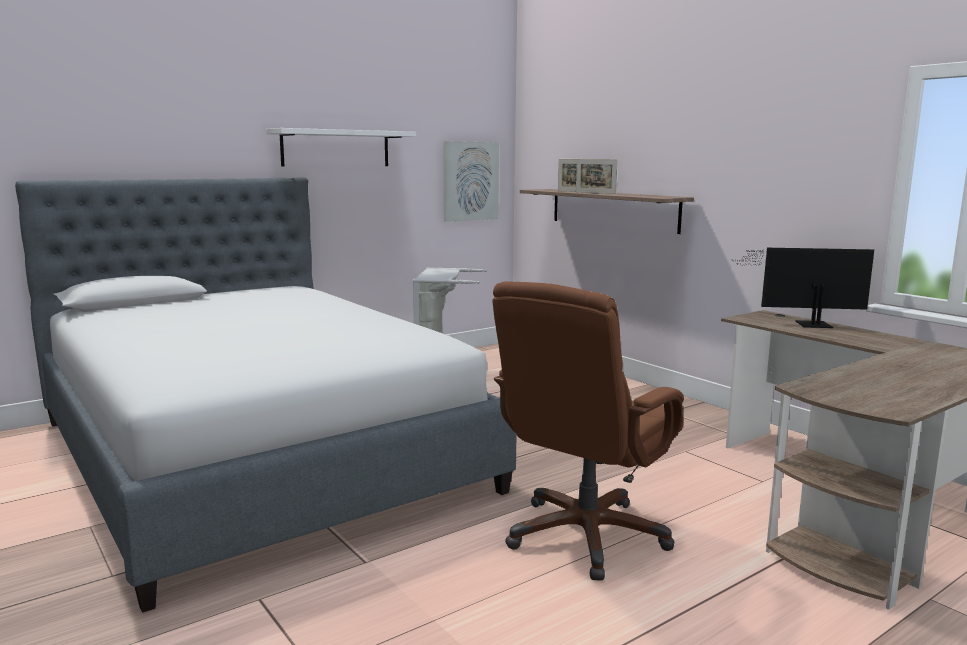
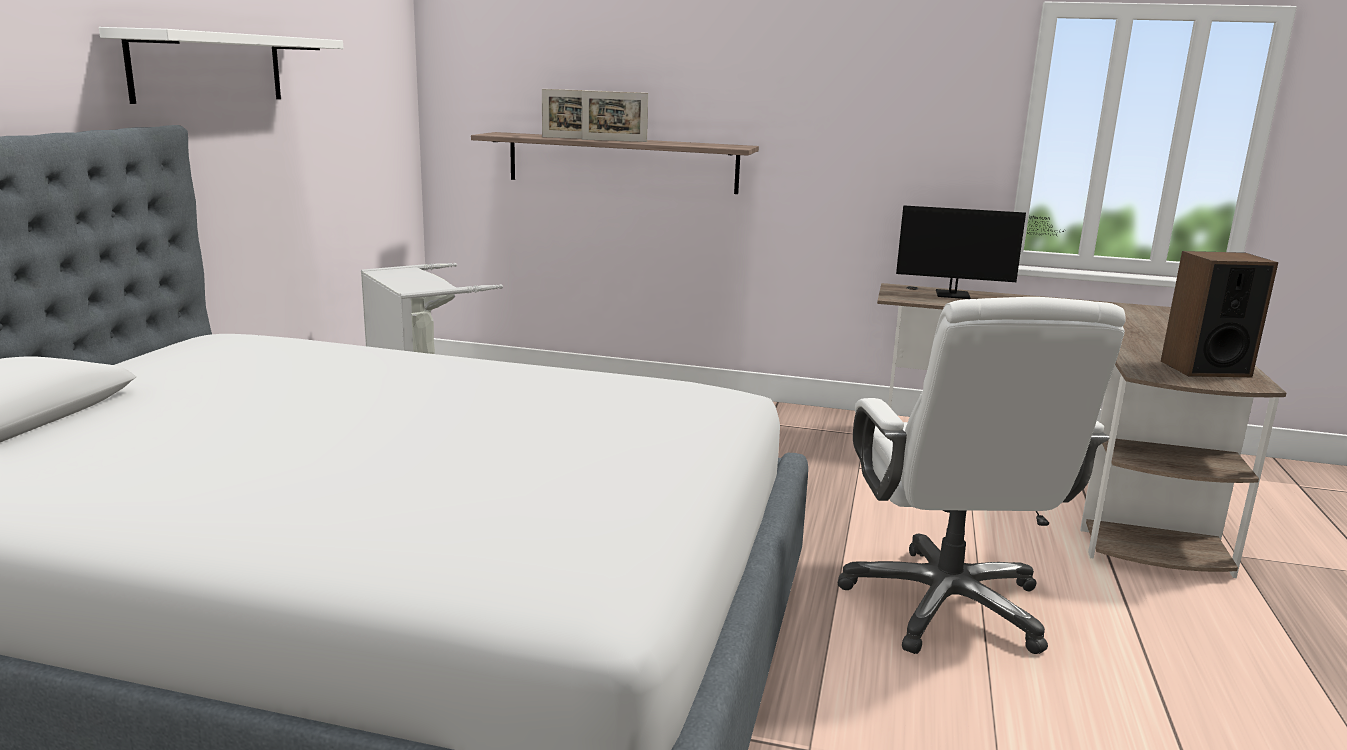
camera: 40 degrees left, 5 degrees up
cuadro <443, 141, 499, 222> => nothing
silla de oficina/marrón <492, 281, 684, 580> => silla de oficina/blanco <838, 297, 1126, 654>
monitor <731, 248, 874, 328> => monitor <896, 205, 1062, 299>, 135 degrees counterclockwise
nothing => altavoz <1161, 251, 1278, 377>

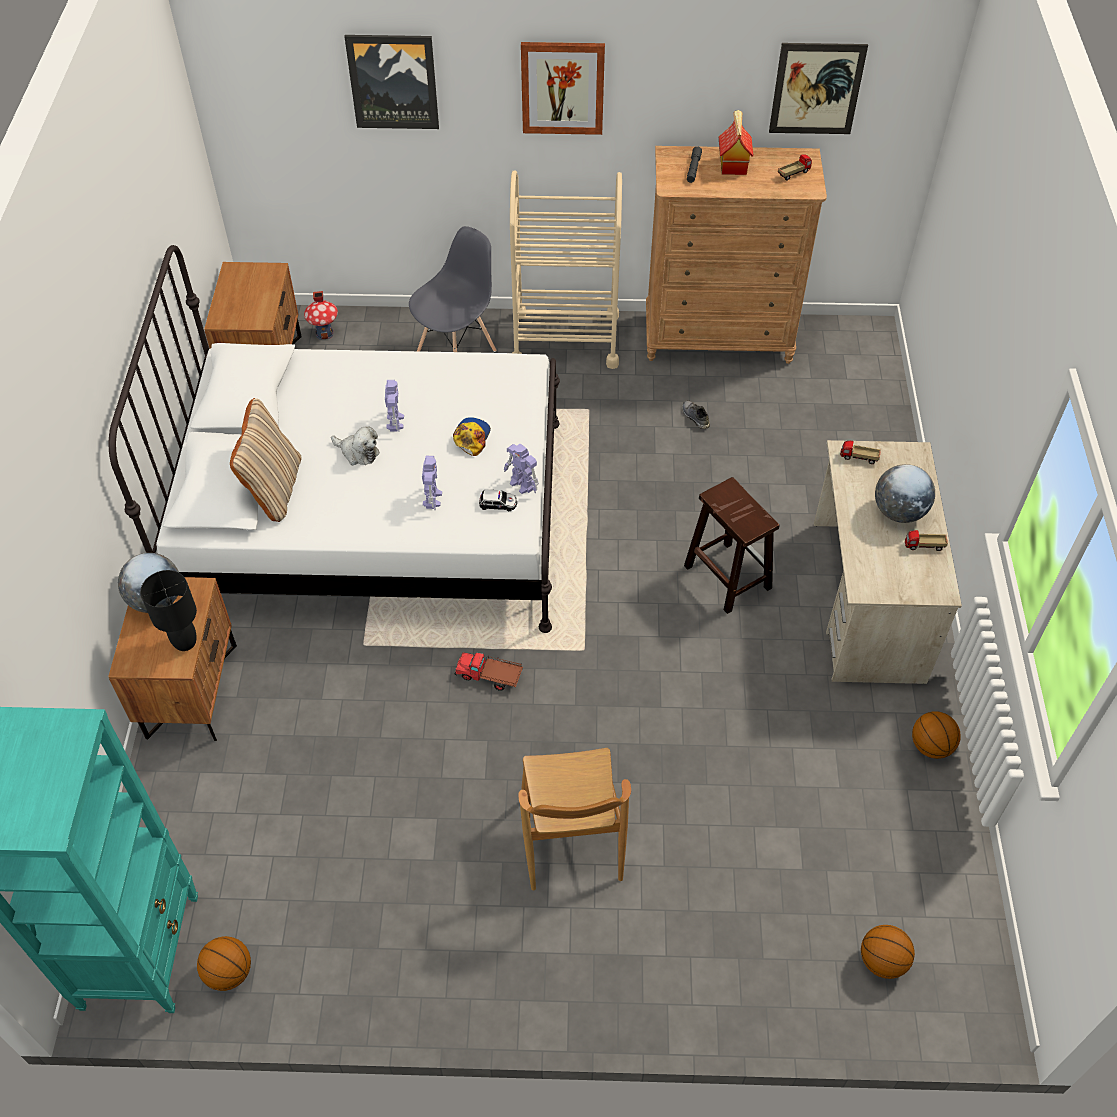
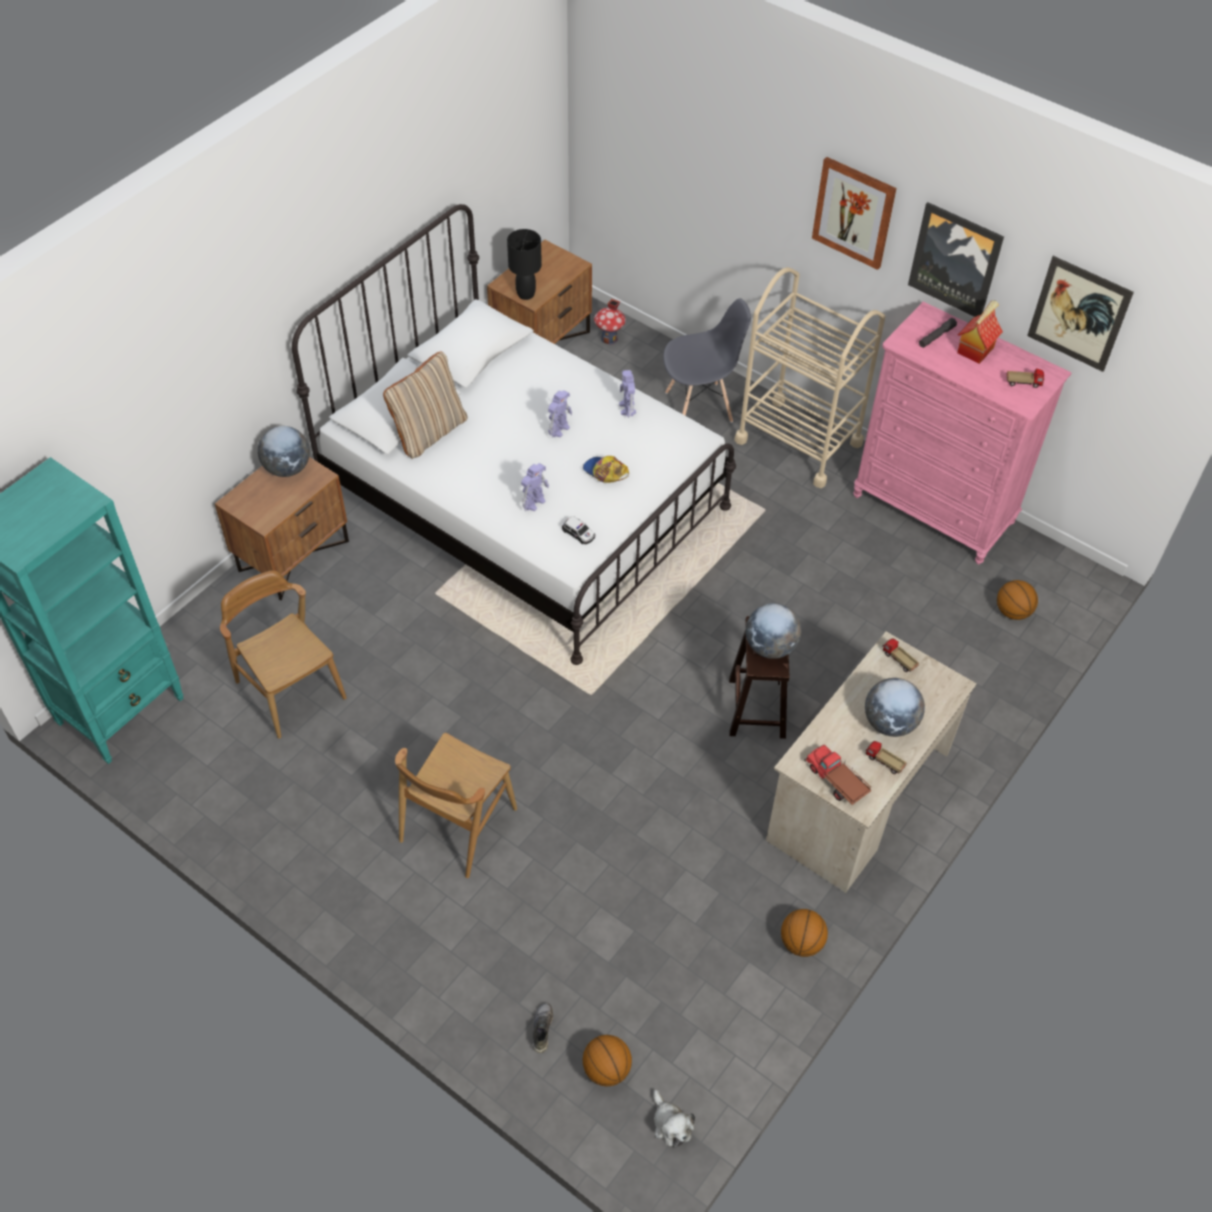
camera: 35 degrees right, 0 degrees up
lámpara de mesa/negro <140, 570, 197, 651> => lámpara de mesa/negro <507, 229, 542, 300>, relocated
balón de baloncesto <197, 936, 251, 991> => balón de baloncesto <997, 580, 1038, 620>, relocated
peluche <331, 426, 380, 465> => peluche <653, 1089, 695, 1148>, relocated
cuadro <344, 35, 439, 129> => cuadro <908, 202, 1004, 317>, relocated
gorra <453, 417, 491, 456> => gorra <583, 456, 629, 483>, 105 degrees counterclockwise
camión de juguete <454, 652, 523, 691> => camión de juguete <804, 745, 871, 805>, relocated
robot de juguete <504, 444, 539, 494> => robot de juguete <619, 370, 636, 418>, relocated
cómoda/marrón <646, 146, 827, 364> => cómoda/rosa <853, 302, 1071, 564>
zapato/gris <682, 400, 710, 429> => zapato/gris <533, 1003, 553, 1053>, relocated
nothing => silla/marrón <220, 570, 347, 739>
nothing => globo terráqueo <745, 603, 801, 659>

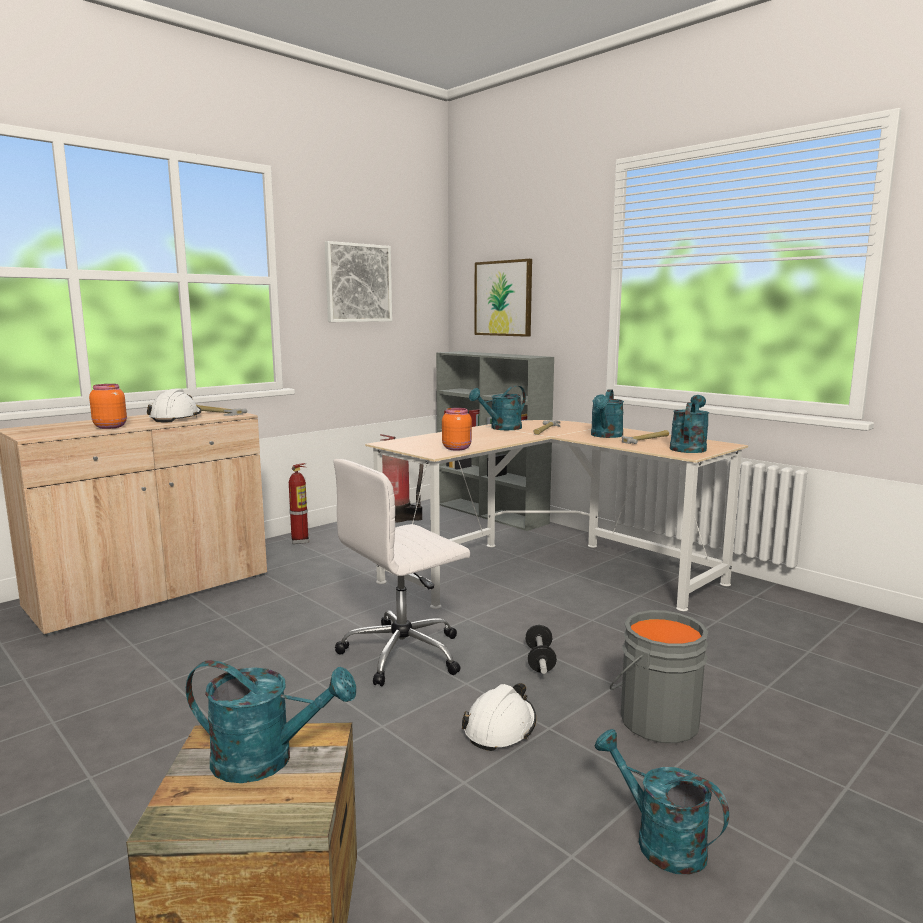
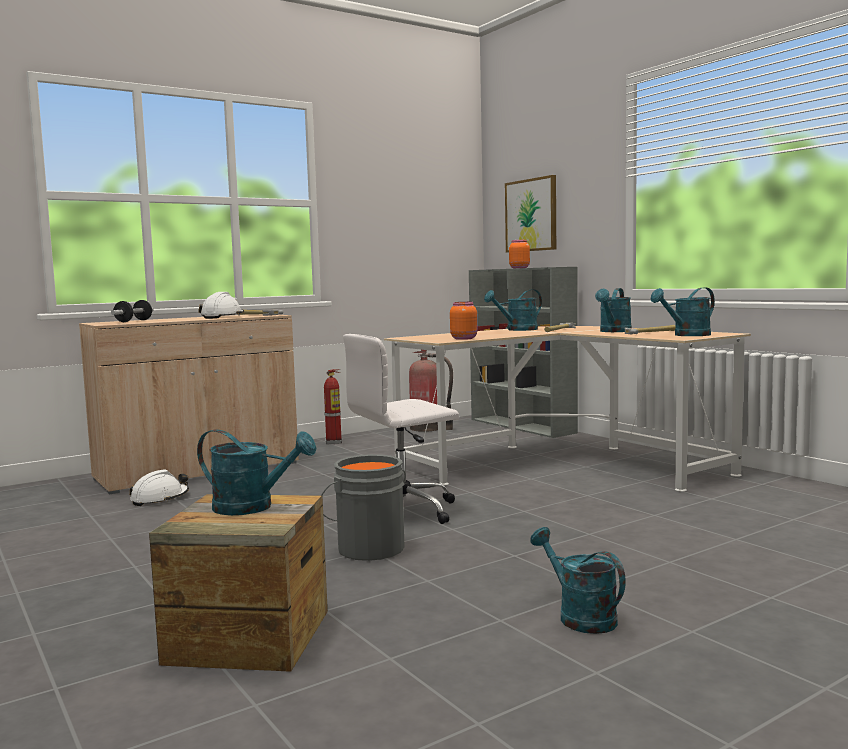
camera: 10 degrees right, 5 degrees down
tarro/naranja <89, 384, 127, 429> => tarro/naranja <509, 240, 530, 268>, relocated
cuadro <325, 241, 392, 322> => nothing
casco/blanco <462, 683, 536, 751> => casco/blanco <130, 469, 189, 506>, relocated
mancuerna <525, 625, 557, 674> => mancuerna <111, 300, 154, 322>, relocated
cubo/gris <610, 610, 708, 743> => cubo/gris <321, 454, 406, 561>, relocated
regadera/turquesa <670, 395, 710, 453> => regadera/turquesa <651, 288, 715, 336>, 150 degrees counterclockwise

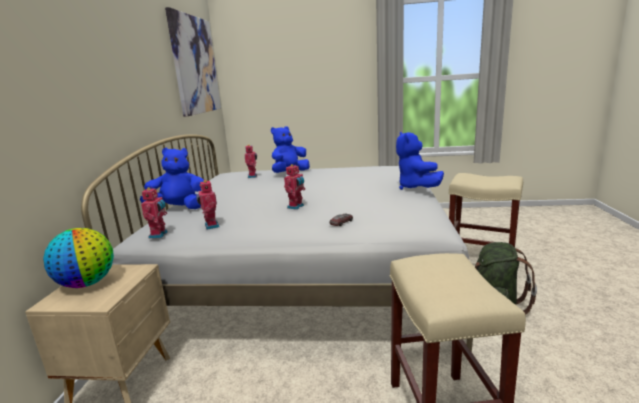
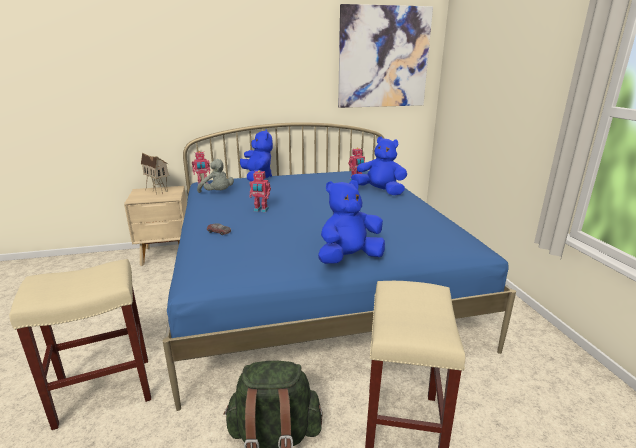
camera: 70 degrees right, 5 degrees up
globo terráqueo <43, 228, 114, 288> => casita <141, 152, 169, 195>
cama/blanco <81, 134, 473, 352> => cama/azul <162, 122, 516, 411>
robot de juguete <196, 179, 220, 230> => peluche/gris <197, 159, 234, 193>

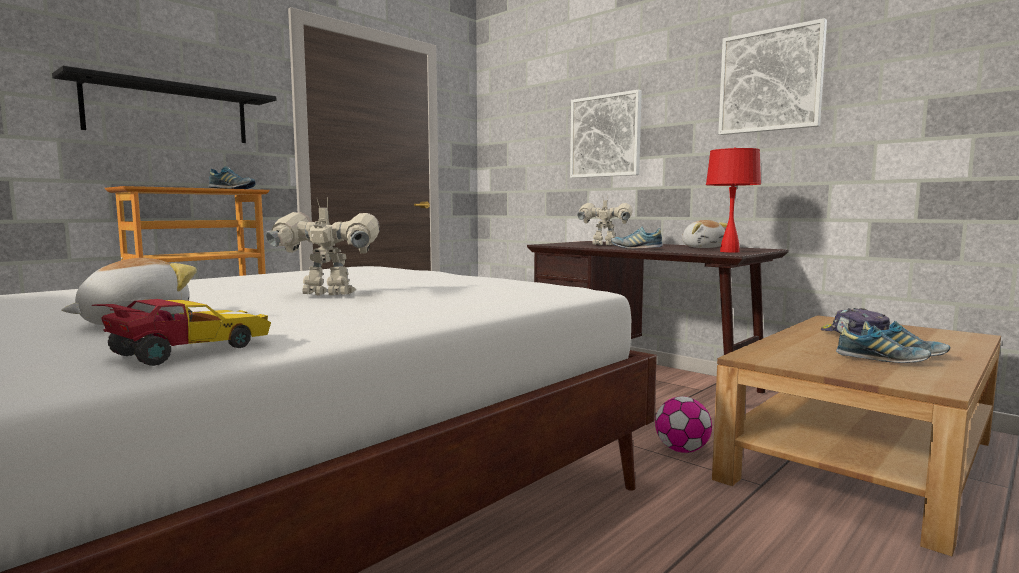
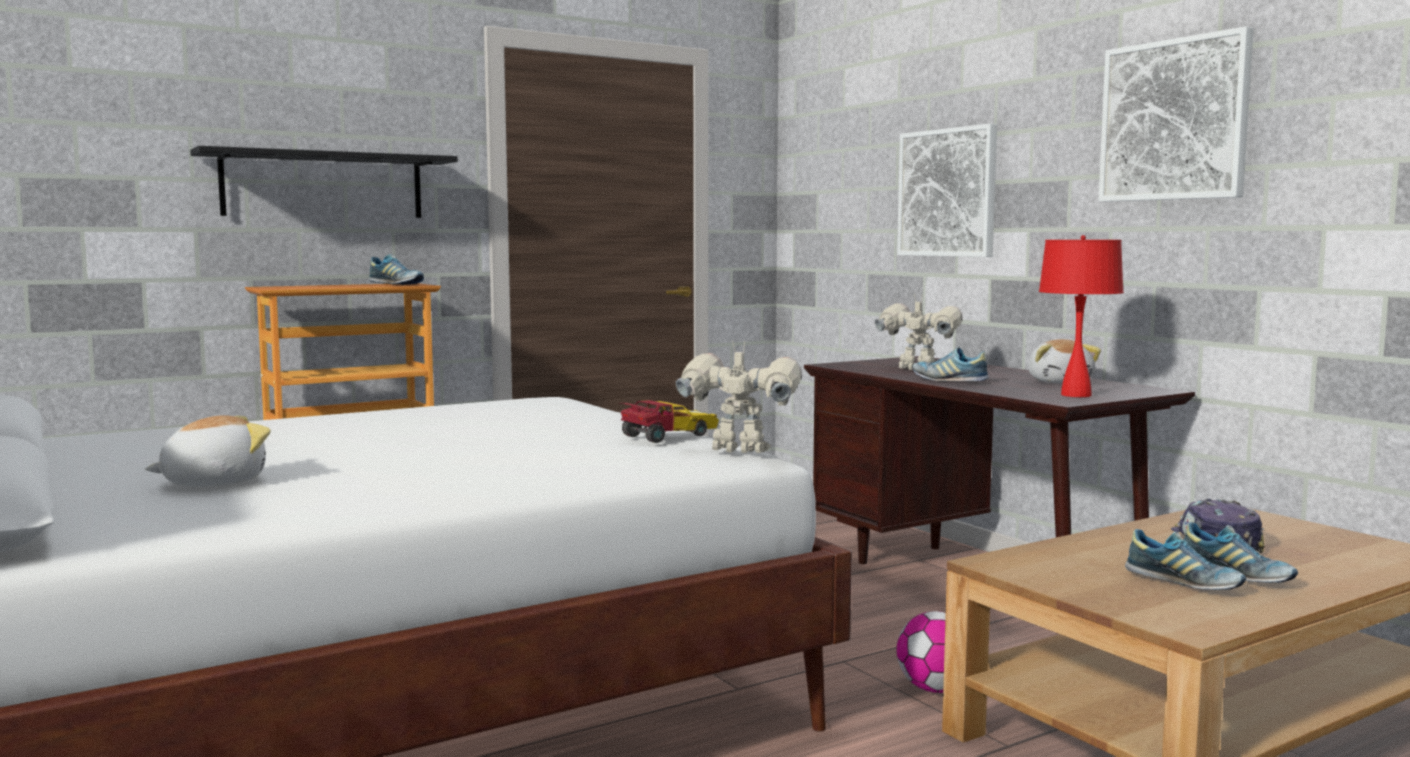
camera: 15 degrees right, 0 degrees up
coche de juguete <91, 299, 271, 366> => coche de juguete <619, 400, 719, 443>, relocated
robot de juguete <265, 198, 380, 295> => robot de juguete <676, 341, 802, 453>, relocated

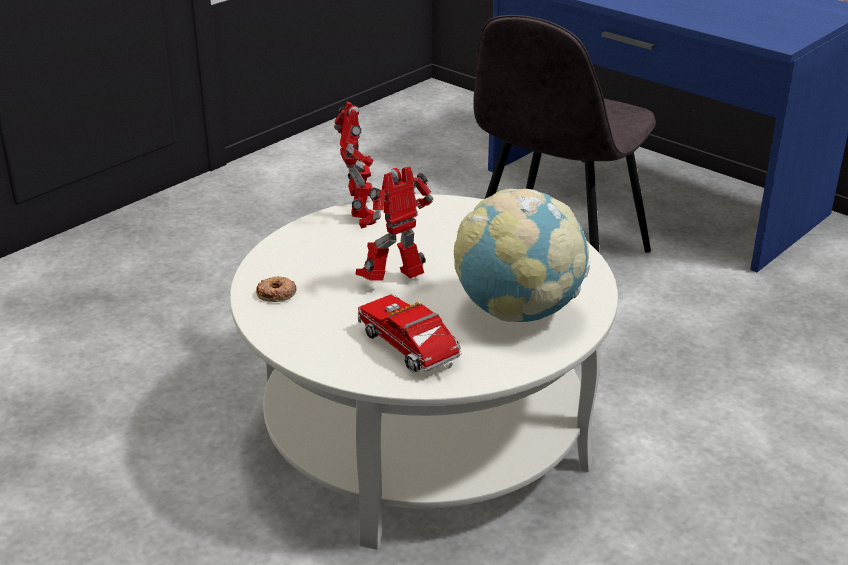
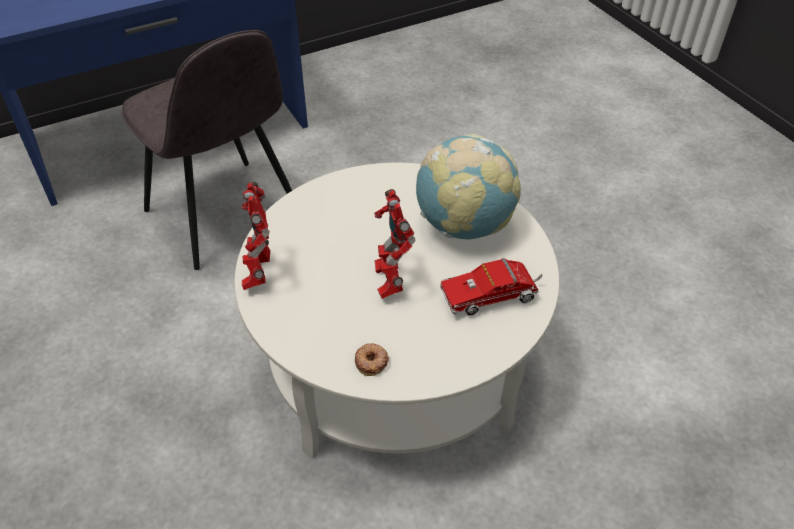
camera: 70 degrees left, 15 degrees up
robot de juguete <334, 101, 375, 218> => robot de juguete <242, 182, 270, 290>, 105 degrees counterclockwise

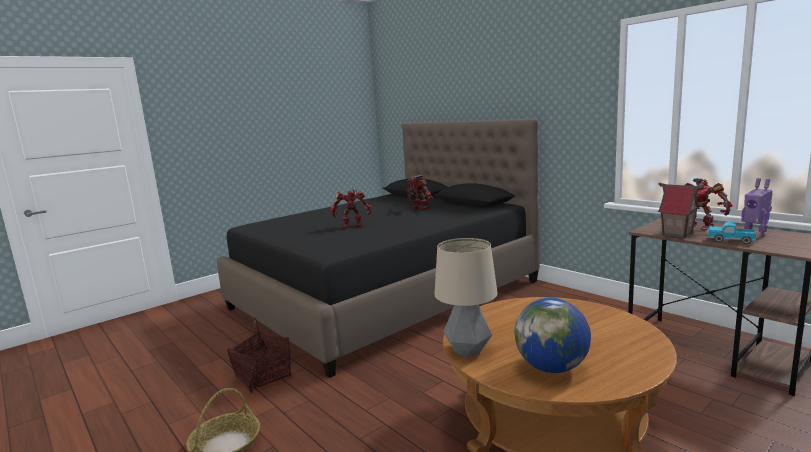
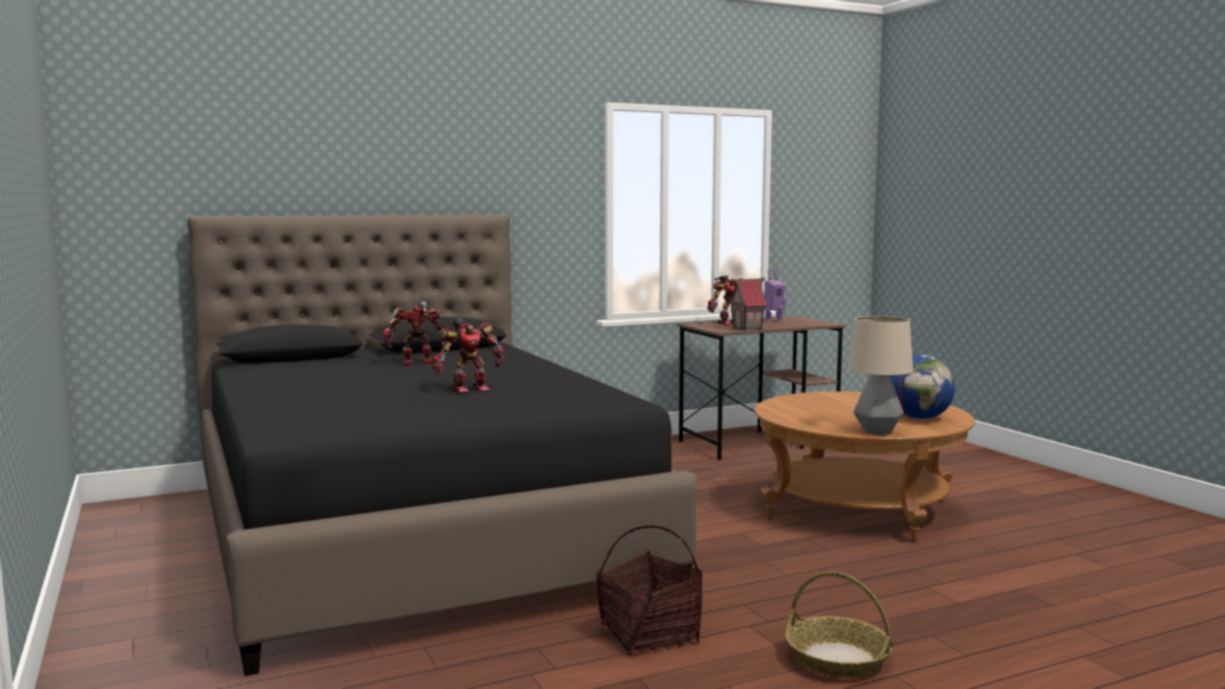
camera: 75 degrees left, 5 degrees down
robot de juguete <330, 187, 372, 228> => robot de juguete <432, 319, 505, 393>, 120 degrees counterclockwise
camión de juguete <707, 222, 756, 244> => nothing

